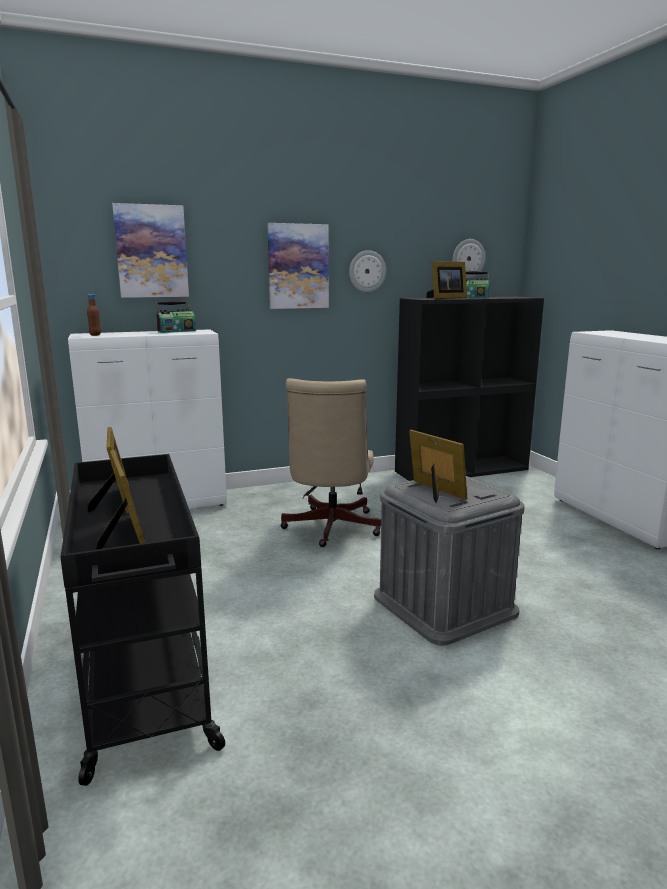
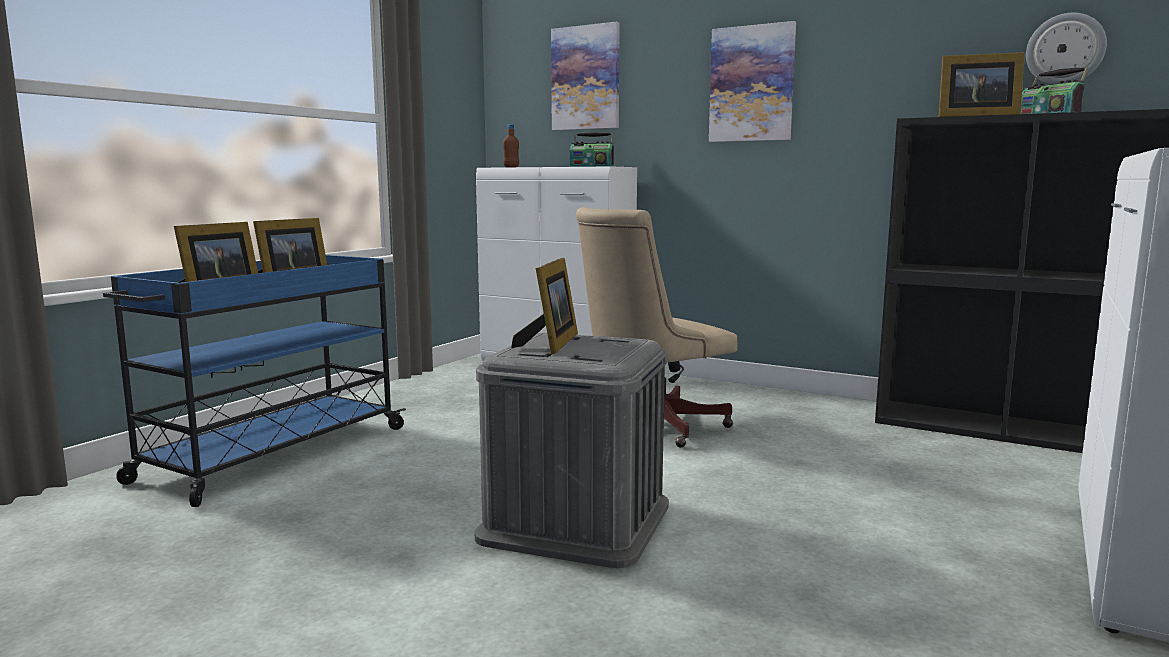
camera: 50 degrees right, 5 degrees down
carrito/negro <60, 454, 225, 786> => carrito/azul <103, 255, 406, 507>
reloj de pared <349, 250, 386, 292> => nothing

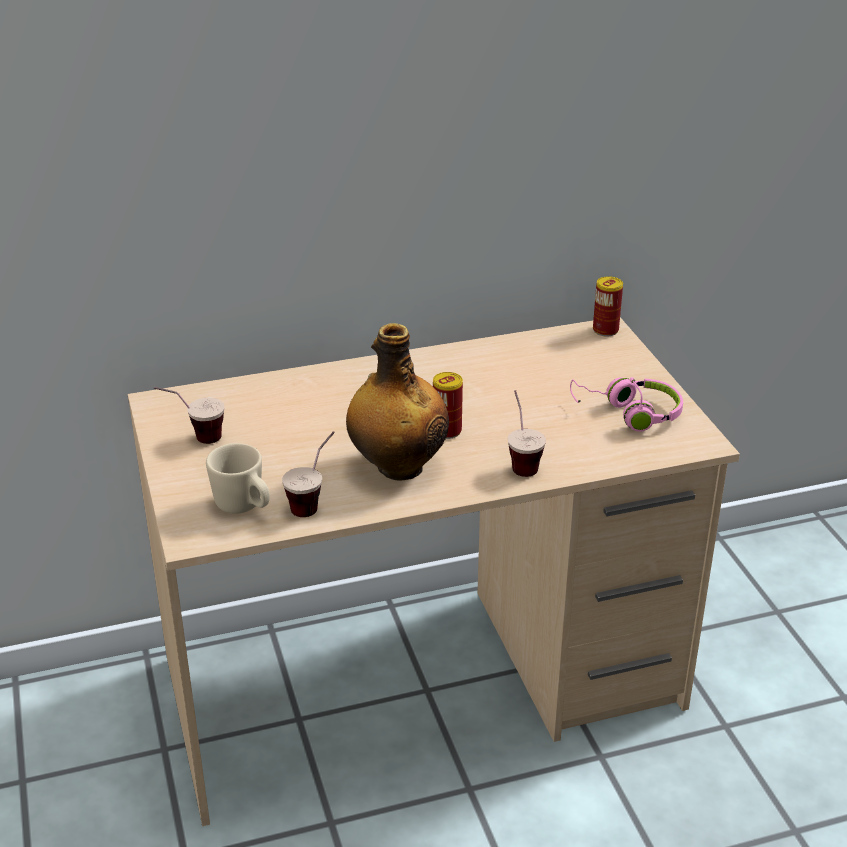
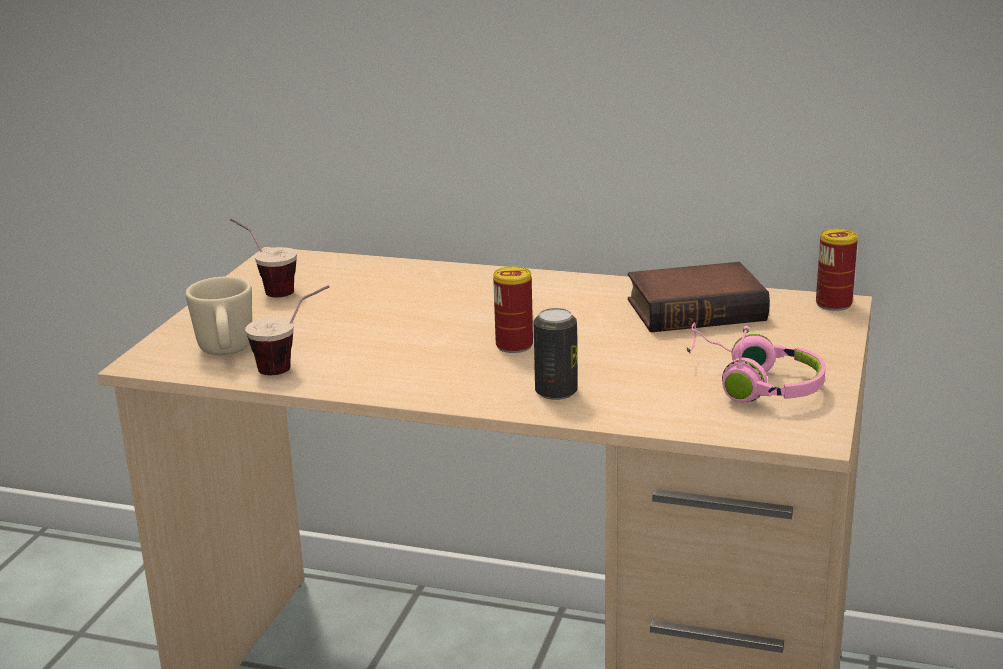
camera: 35 degrees right, 10 degrees down
botella <346, 323, 449, 481> => nothing
taza <508, 390, 546, 477> => lata <534, 308, 578, 400>
nothing => libro <628, 262, 770, 332>

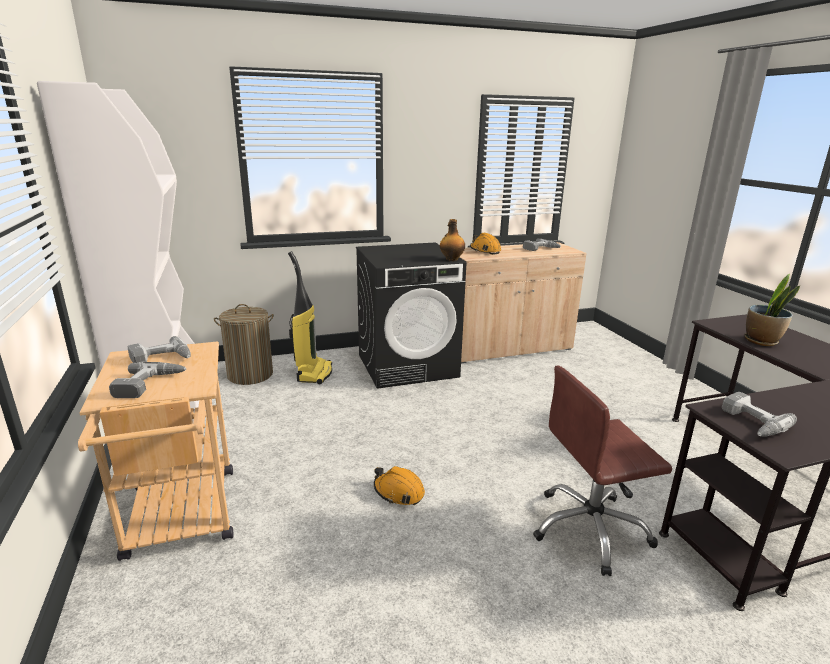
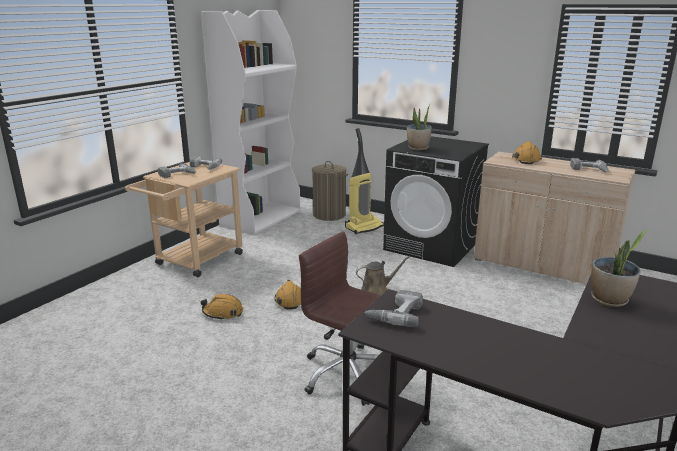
camera: 50 degrees right, 0 degrees up
botella <440, 219, 465, 261> => nothing
nothing => casco/naranja <201, 294, 243, 320>
nothing => regadera/marrón <356, 256, 411, 295>
nothing => planta en maceta <407, 105, 432, 150>

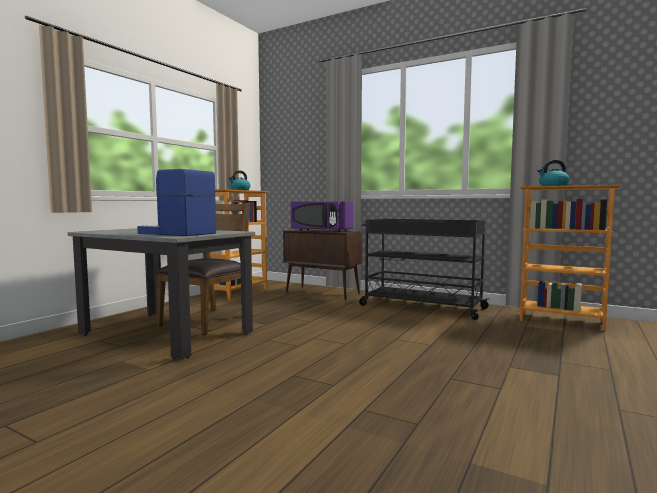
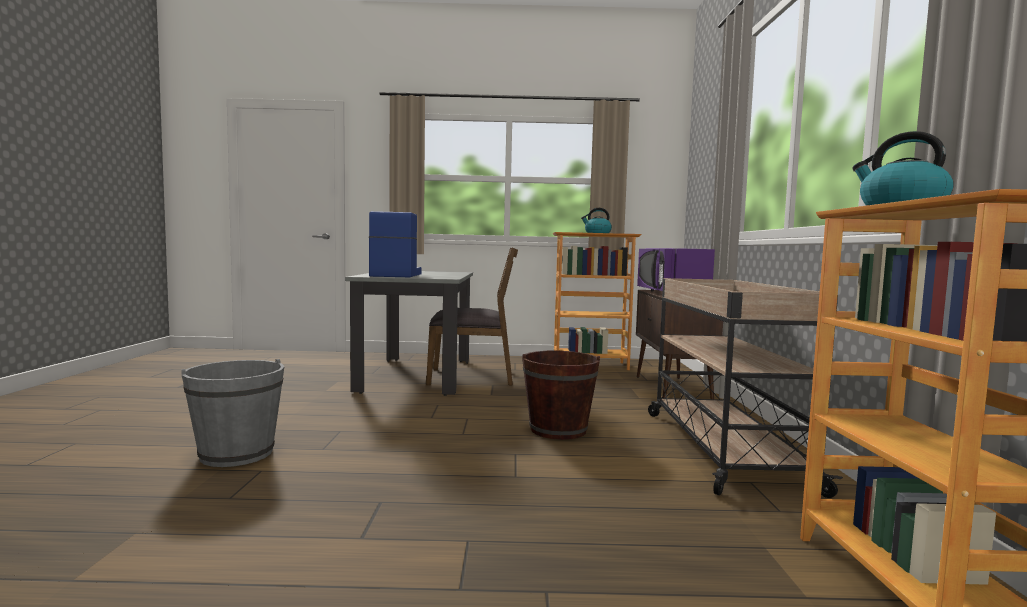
camera: 60 degrees right, 0 degrees up
carrito/negro <359, 219, 490, 320> => carrito/beis <648, 278, 843, 498>
nothing => cubo/gris <181, 359, 285, 467>
nothing => cubo/marrón <522, 351, 600, 440>

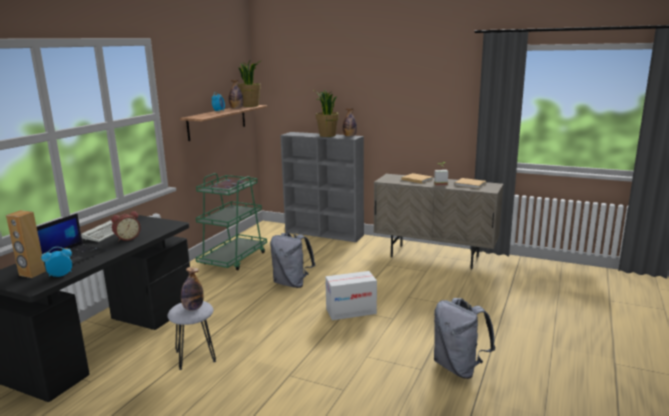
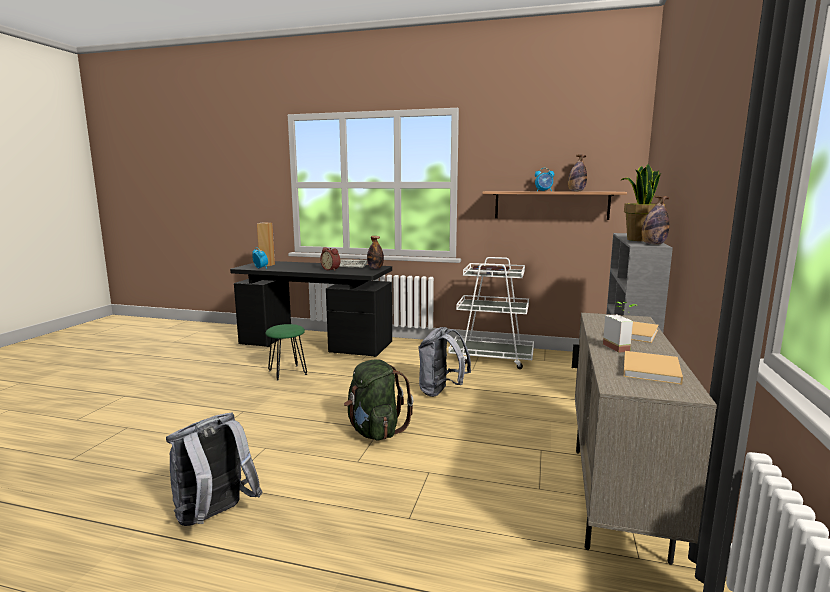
camera: 80 degrees right, 5 degrees down
portátil <37, 213, 106, 265> => nothing
taburete/gris <168, 301, 216, 370> => taburete/verde <265, 324, 307, 381>
botella <181, 267, 204, 311> => botella <367, 236, 384, 269>, relocated
carrito/verde <196, 173, 267, 270> => carrito/blanco <448, 257, 534, 369>
planta en maceta <238, 61, 261, 107> => nothing
caja de cartón <325, 271, 377, 320> => mochila/verde <344, 359, 413, 441>

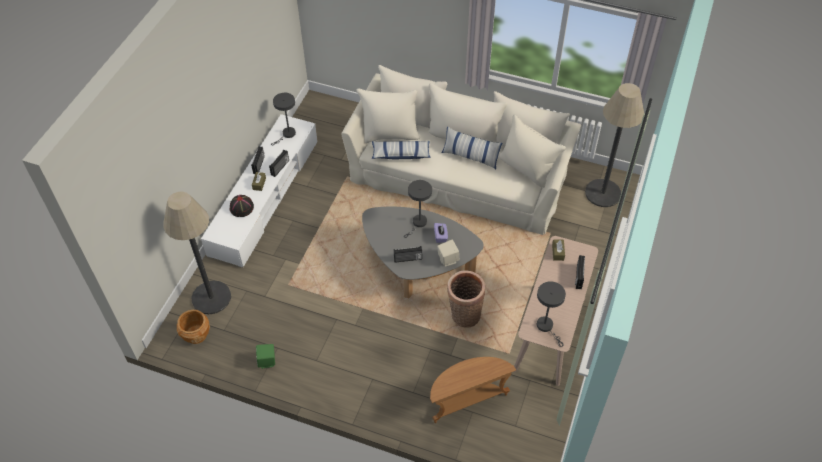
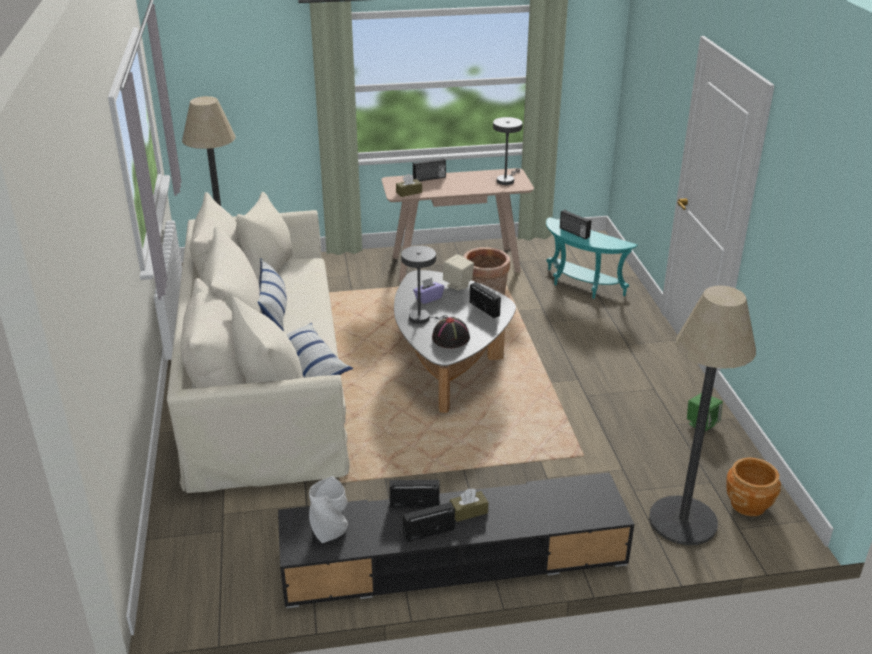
camera: 120 degrees left, 20 degrees down
mueble de televisión/blanco <201, 114, 318, 267> => mueble de televisión/negro <278, 473, 634, 608>
sombrero/negro <230, 195, 254, 217> => sombrero/negro <432, 317, 470, 348>, relocated
lámpara de mesa/gris <271, 93, 296, 145> => florero/gris <309, 476, 348, 543>
mesa auxiliar/marrón <430, 357, 516, 423> => mesa auxiliar/turquesa <546, 217, 638, 299>
nothing => radio <560, 209, 591, 239>

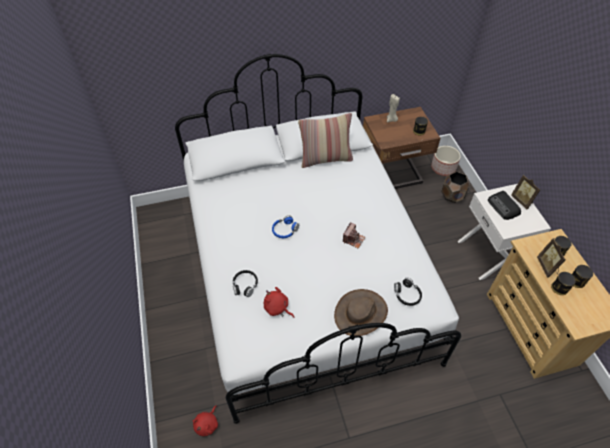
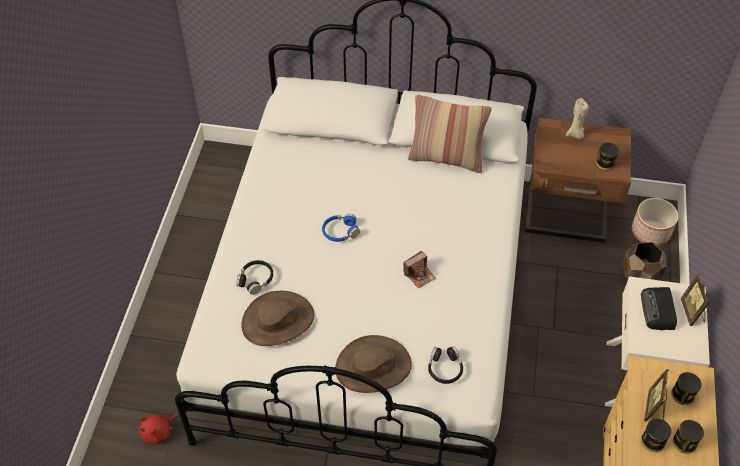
camera: 25 degrees right, 0 degrees up
peluche/rojo <264, 287, 295, 318> => sombrero/marrón <242, 291, 314, 346>

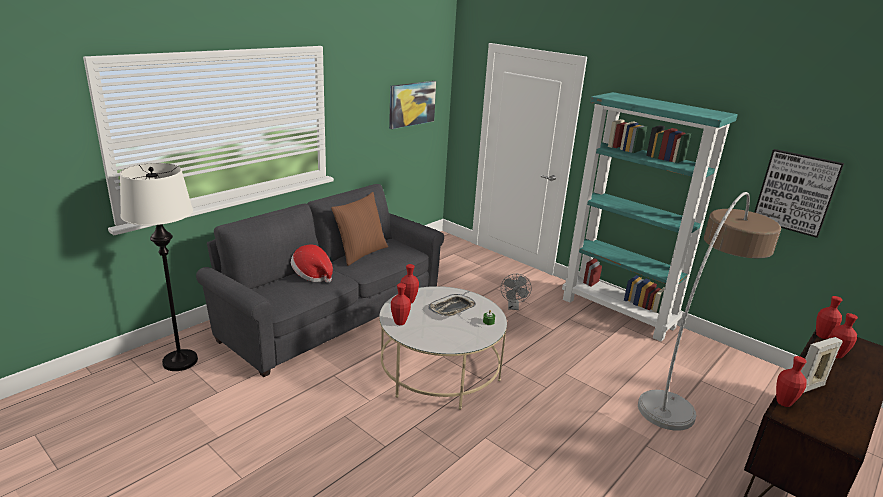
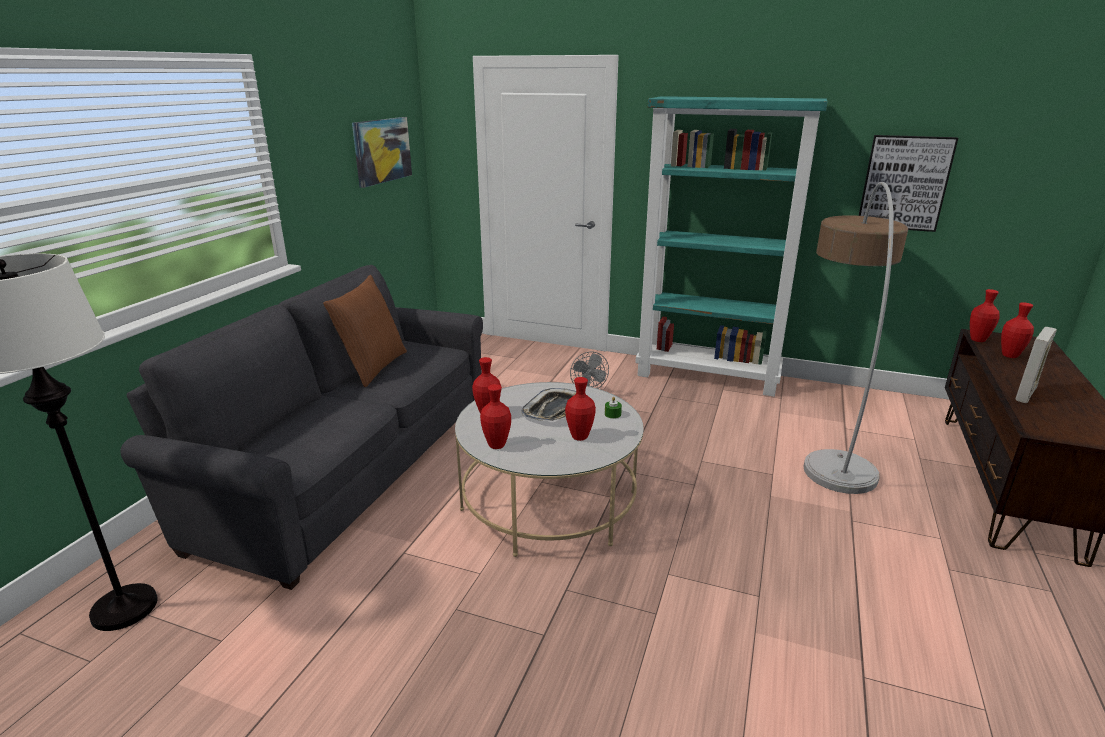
camera: 20 degrees left, 0 degrees up
sombrero <291, 245, 333, 283> => nothing
florero/rojo <776, 356, 807, 407> => florero/rojo <565, 377, 596, 441>, relocated

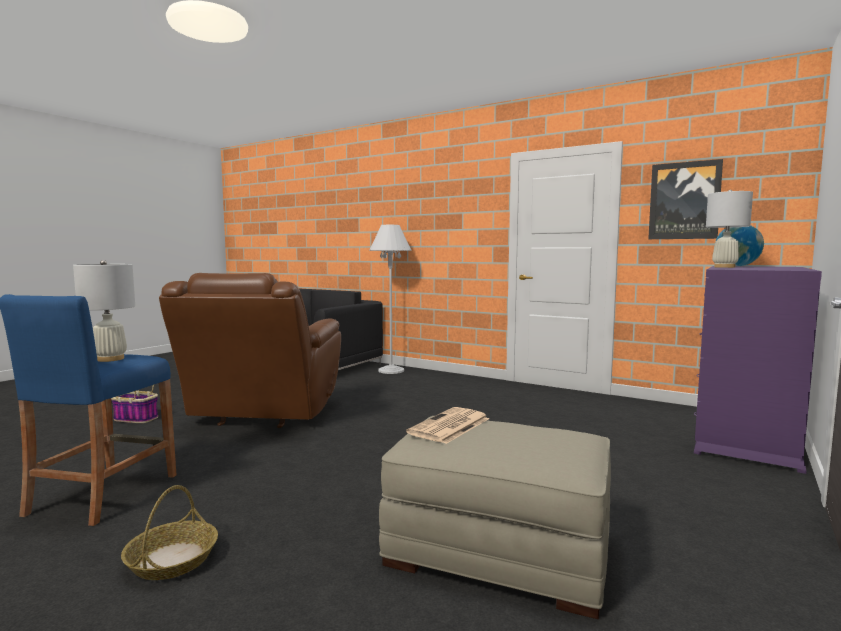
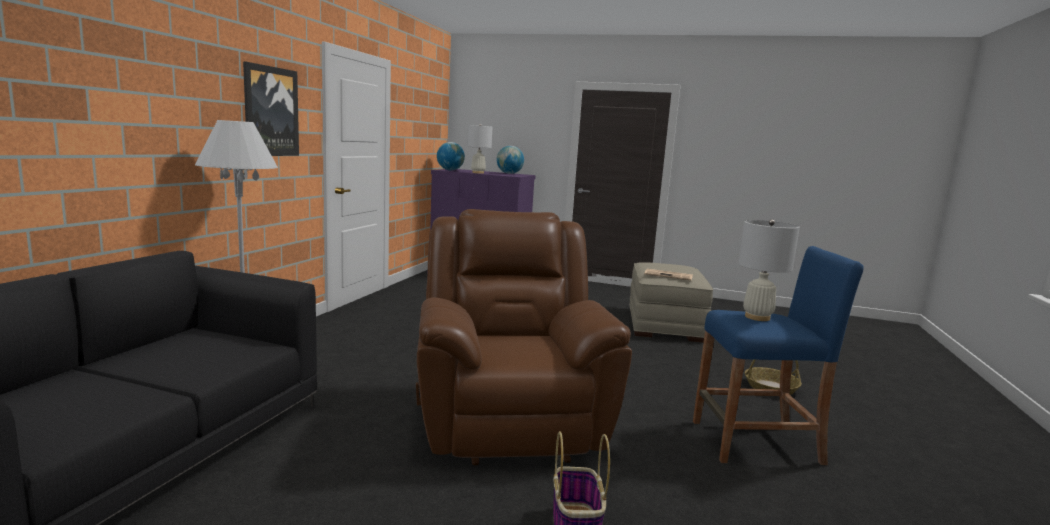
camera: 105 degrees left, 5 degrees up
sillón/marrón <159, 273, 341, 428> => sillón/marrón <416, 209, 632, 465>, 90 degrees counterclockwise
cuadro <648, 159, 723, 239> => cuadro <243, 61, 299, 156>, relocated
nothing => globo terráqueo <497, 146, 524, 174>

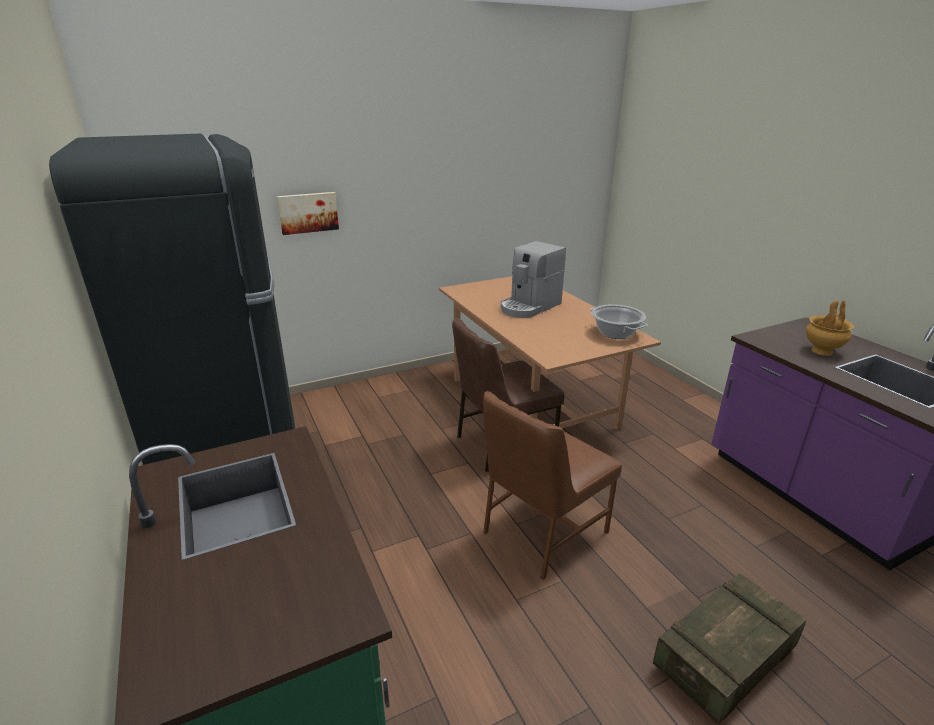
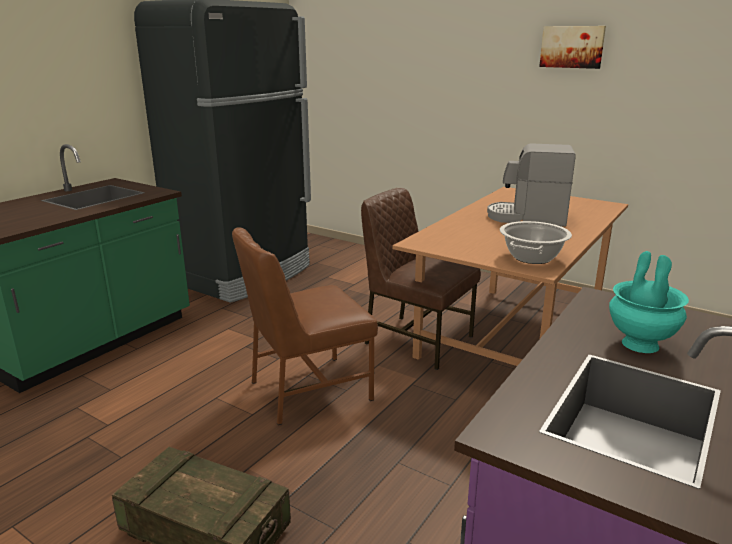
camera: 60 degrees right, 5 degrees down
cuadro <277, 192, 339, 235> => cuadro <539, 26, 606, 69>, relocated
silla/marrón <483, 391, 622, 579> => silla/marrón <232, 227, 378, 425>, 45 degrees counterclockwise
florero/marrón <806, 300, 854, 356> => florero/turquesa <609, 251, 689, 353>

